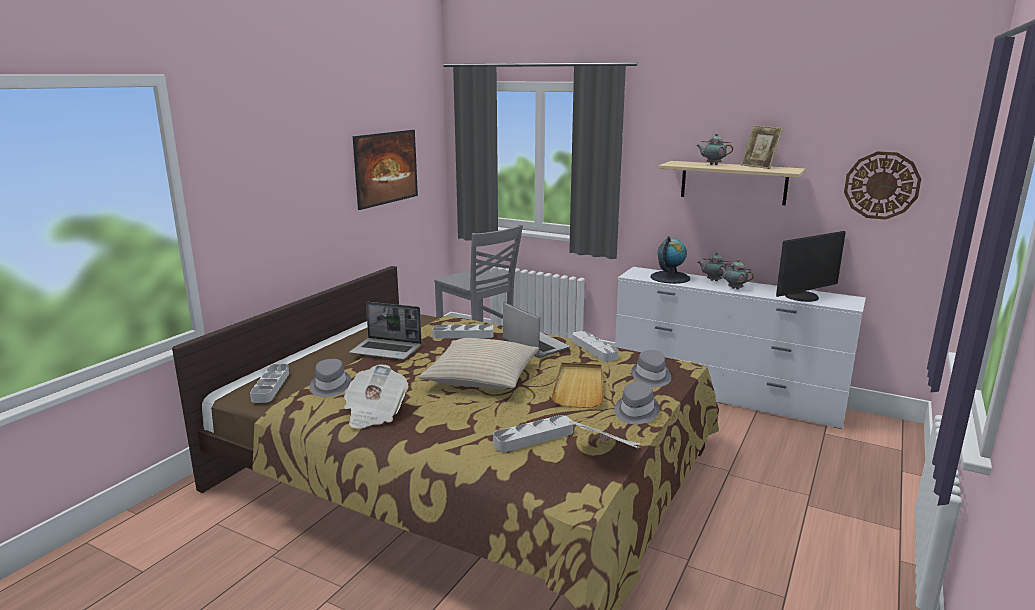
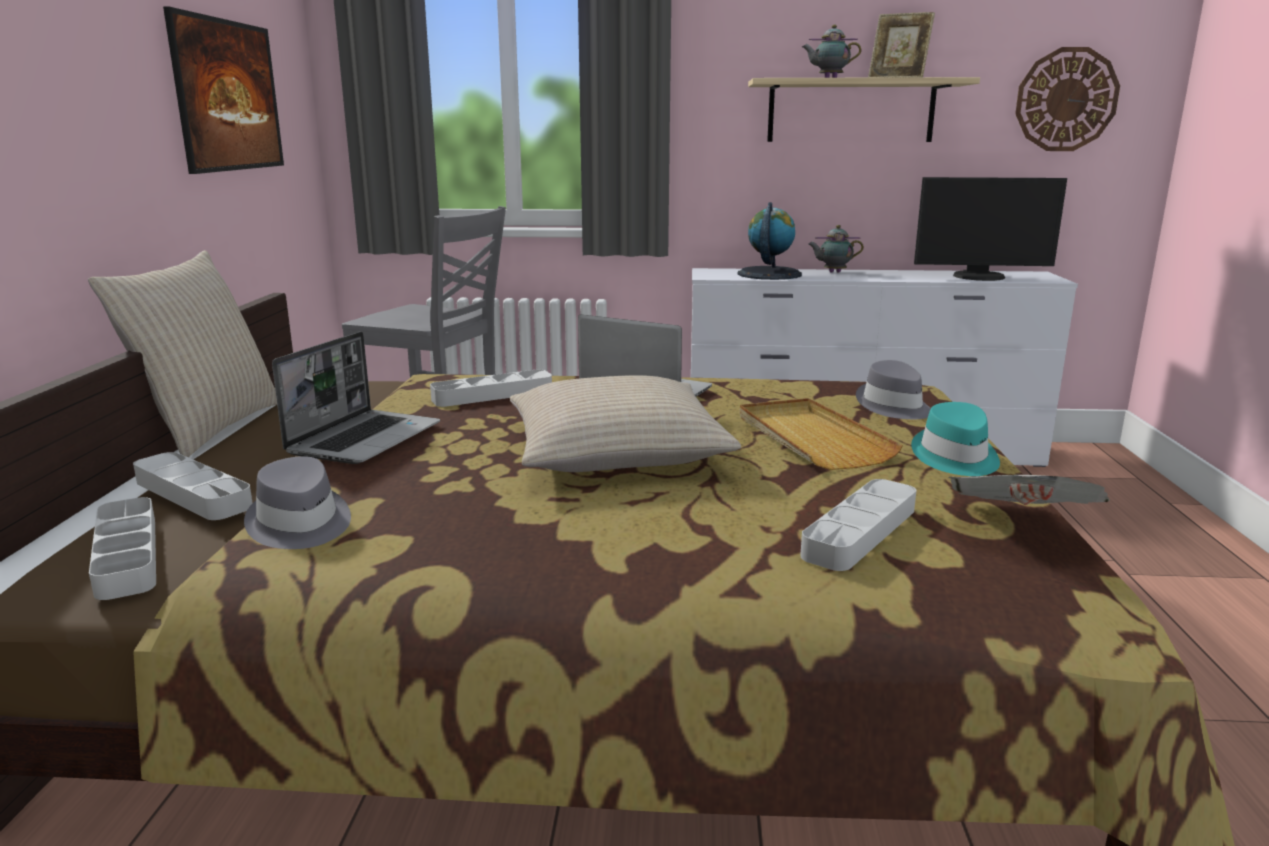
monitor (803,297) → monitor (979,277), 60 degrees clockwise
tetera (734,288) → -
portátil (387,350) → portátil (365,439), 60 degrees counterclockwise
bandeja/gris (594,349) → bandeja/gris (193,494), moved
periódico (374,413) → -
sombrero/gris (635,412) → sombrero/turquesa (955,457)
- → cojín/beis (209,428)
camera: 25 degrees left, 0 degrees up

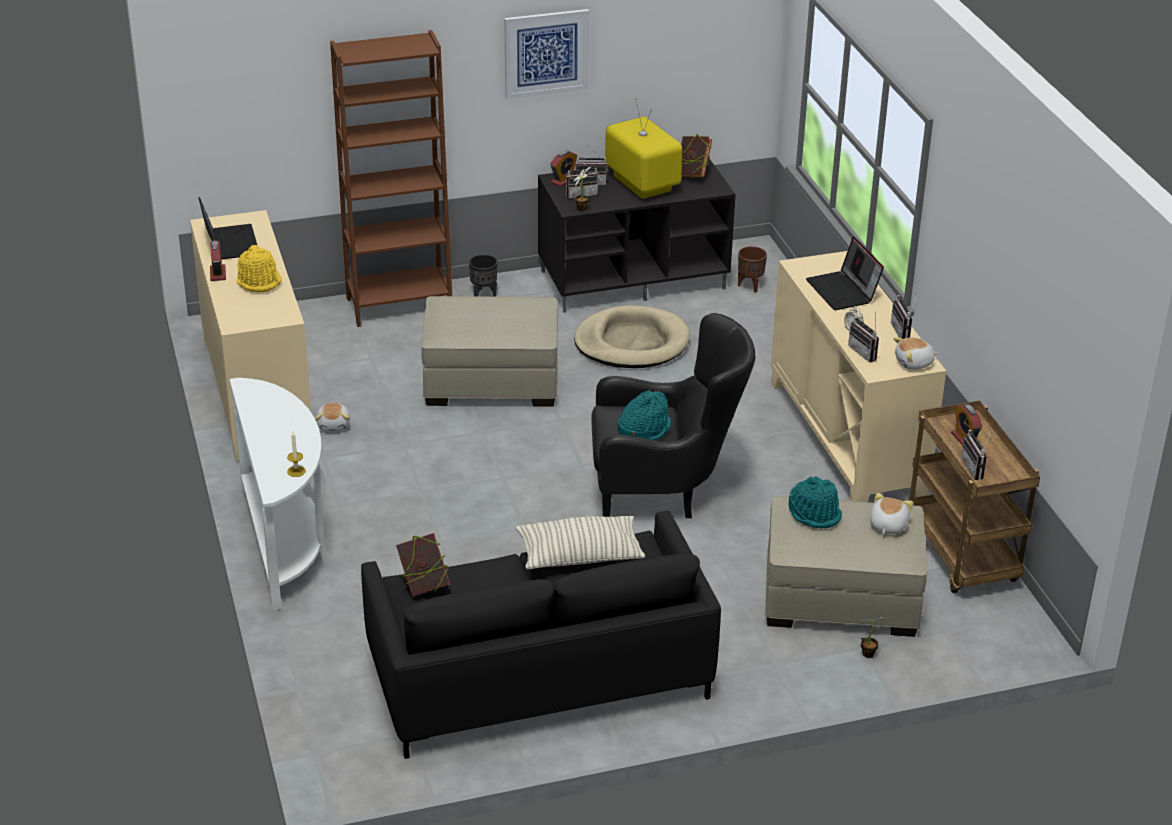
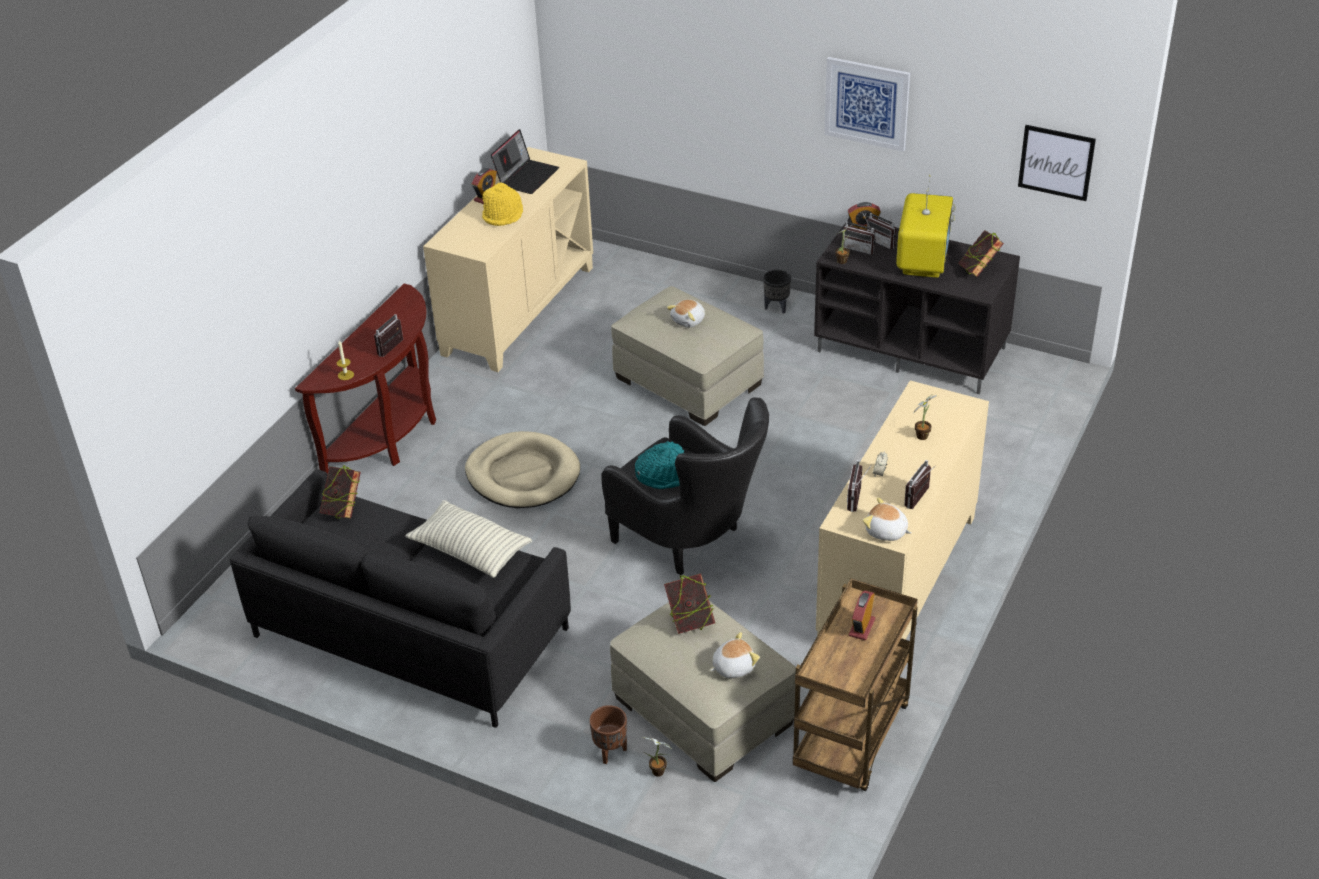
estantería/marrón (399,305) → -
portátil (843,291) → planta en maceta (923,435)
maceta/marrón (750,286) → maceta/marrón (611,751), moved
cama para perro/beis (631,343) → cama para perro/beis (523,475), moved
mesa consola/blanco (286,544) → mesa consola/marrón (390,435)
peluche (334,425) → peluche (689,321), moved
radio (976,469) → radio (393,349), moved
sombrero/turquesa (815,513) → libro (690,621)
- → cuadro (1056,162)
camera: 45 degrees right, 5 degrees up

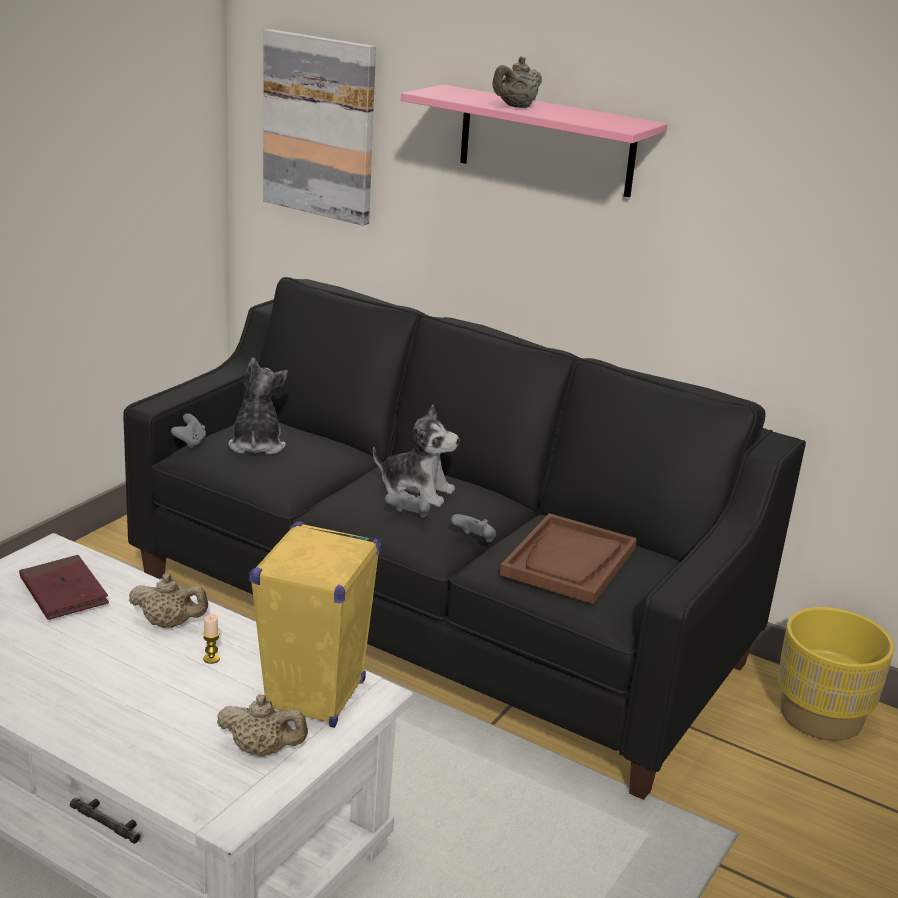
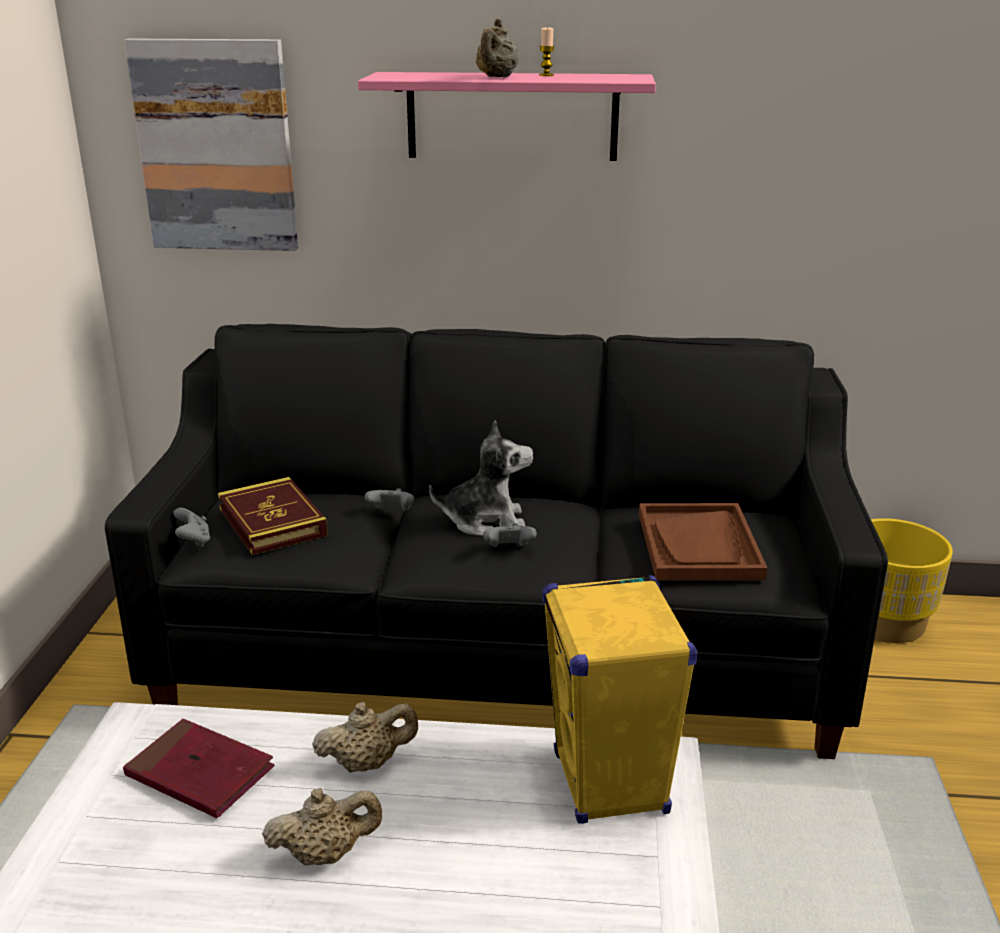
peluche (256,445) → libro (272,522)
mando de consola/gris (474,540) → mando de consola/gris (391,513), moved
vela (211,658) → vela (546,75), moved
tetera/beis (262,750) → tetera/beis (325,854), moved
camera: 25 degrees left, 0 degrees up

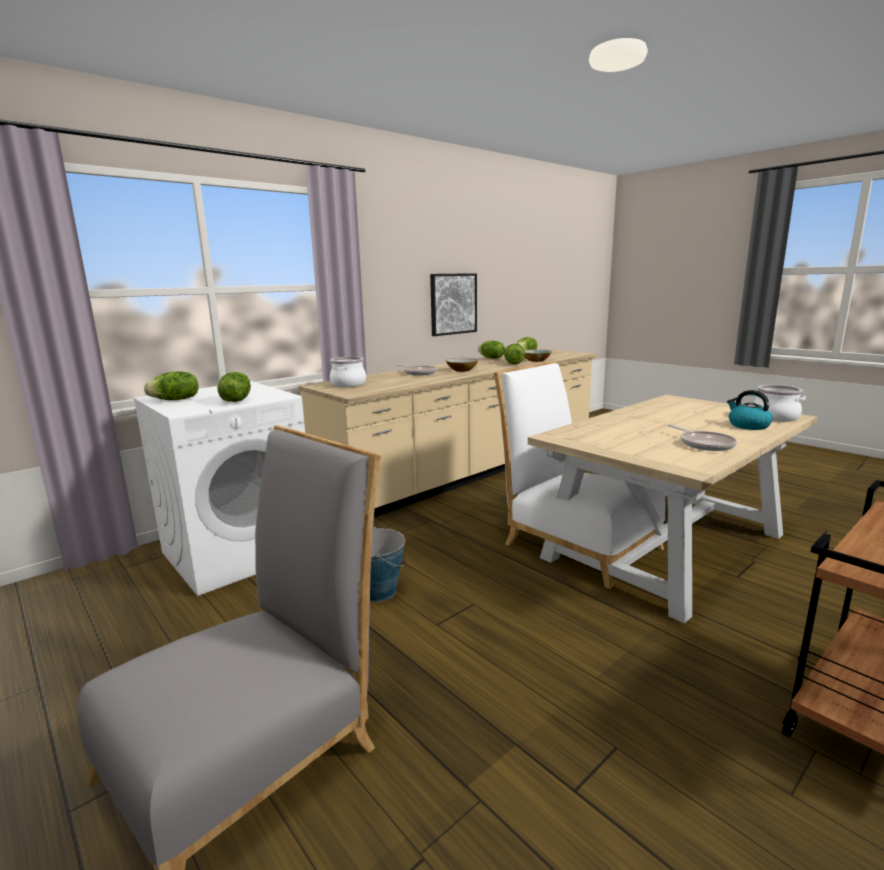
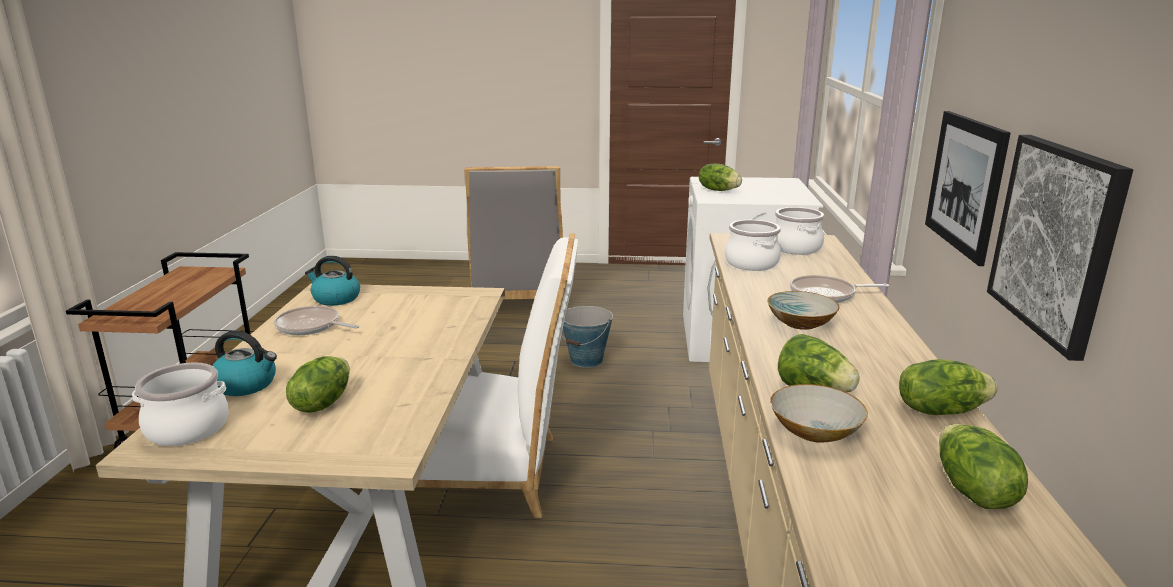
lechuga (176,400) → lechuga (322,403), moved
- → cuadro (965,183)
- → olla (751,263)
- → hervidor (335,299)
camera: 135 degrees right, 5 degrees up

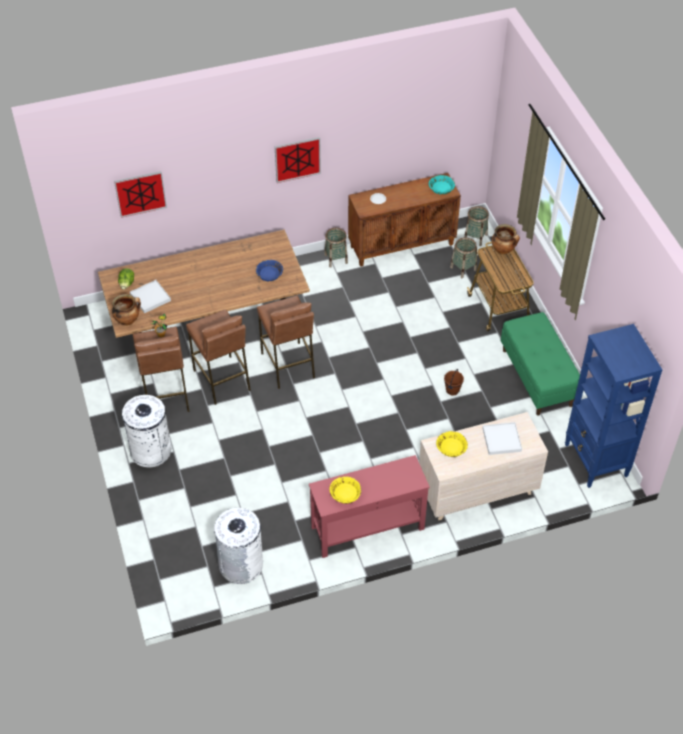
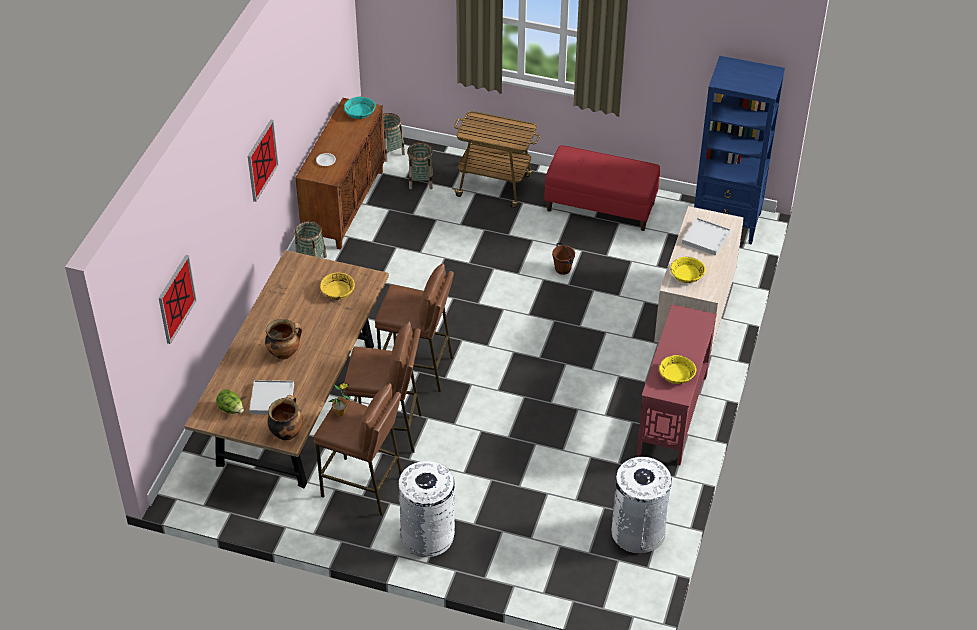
olla (503,250) → olla (284,353), moved
cuenco/azul (269,274) → cuenco/amarillo (337,291)
banco/verde (537,377) → banco/rojo (601,206)
camera: 55 degrees left, 5 degrees down

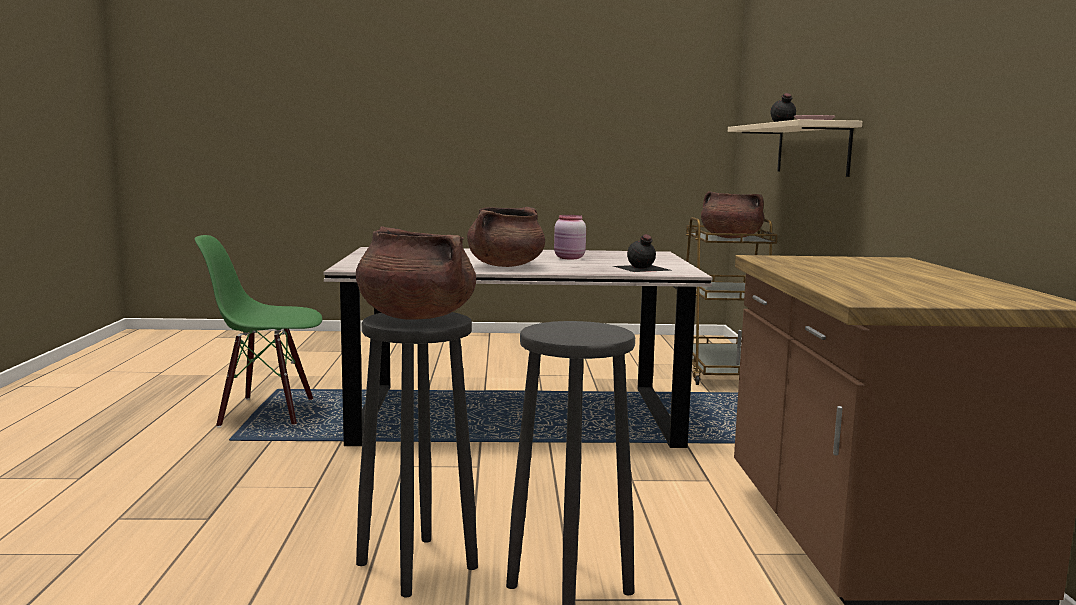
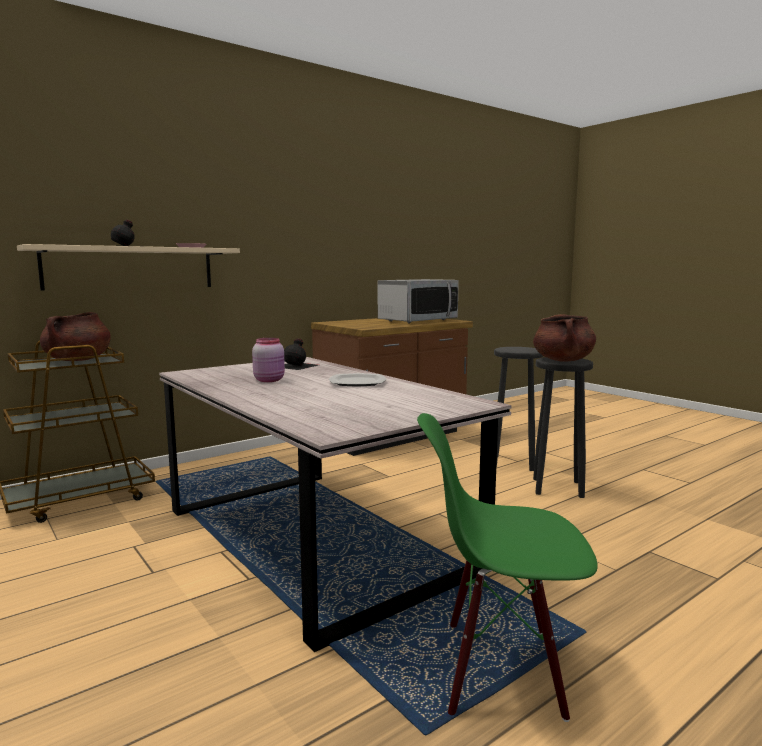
olla/marrón (506,266) → plato (357,382)
silla/verde (267,412) → silla/verde (500,670), 135 degrees clockwise
- → microondas (417,320)
camera: 125 degrees left, 0 degrees up

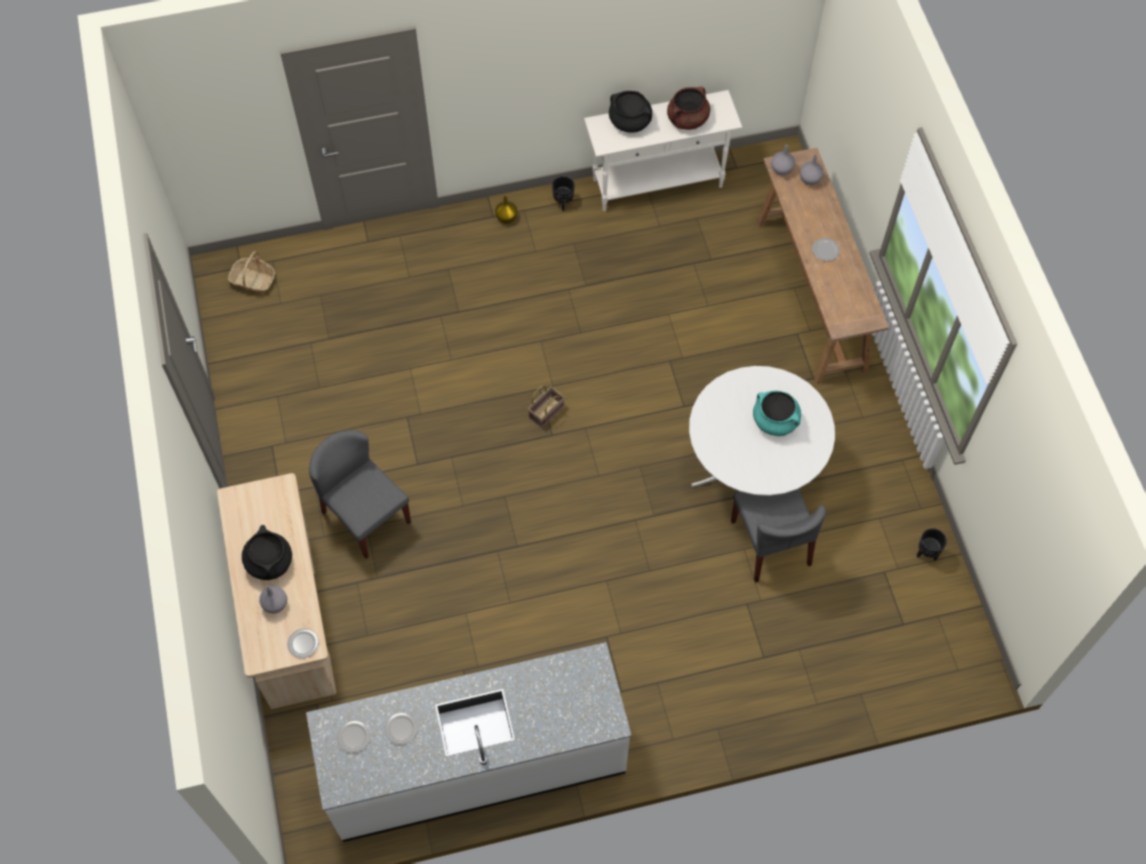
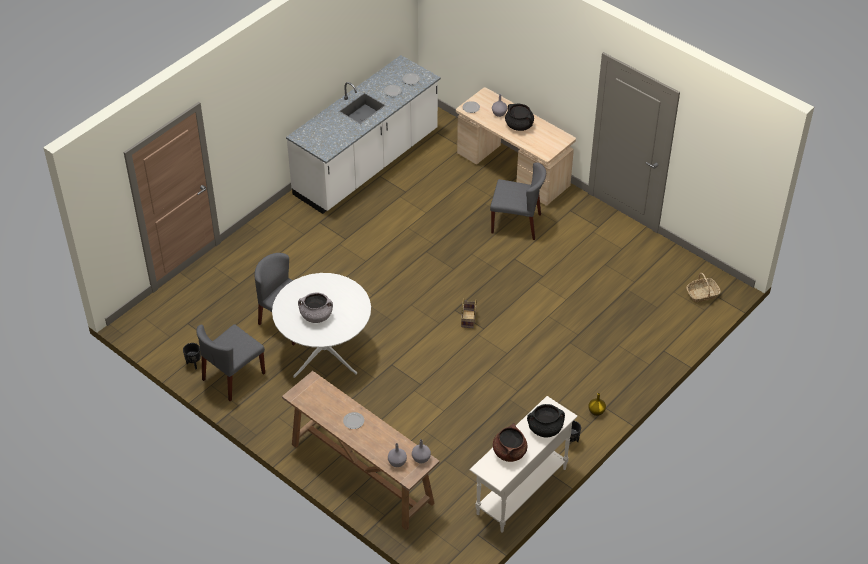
olla/turquesa (775,421) → olla/gris (316,316)
- → silla/gris (233,377)
camera: 145 degrees right, 15 degrees down

